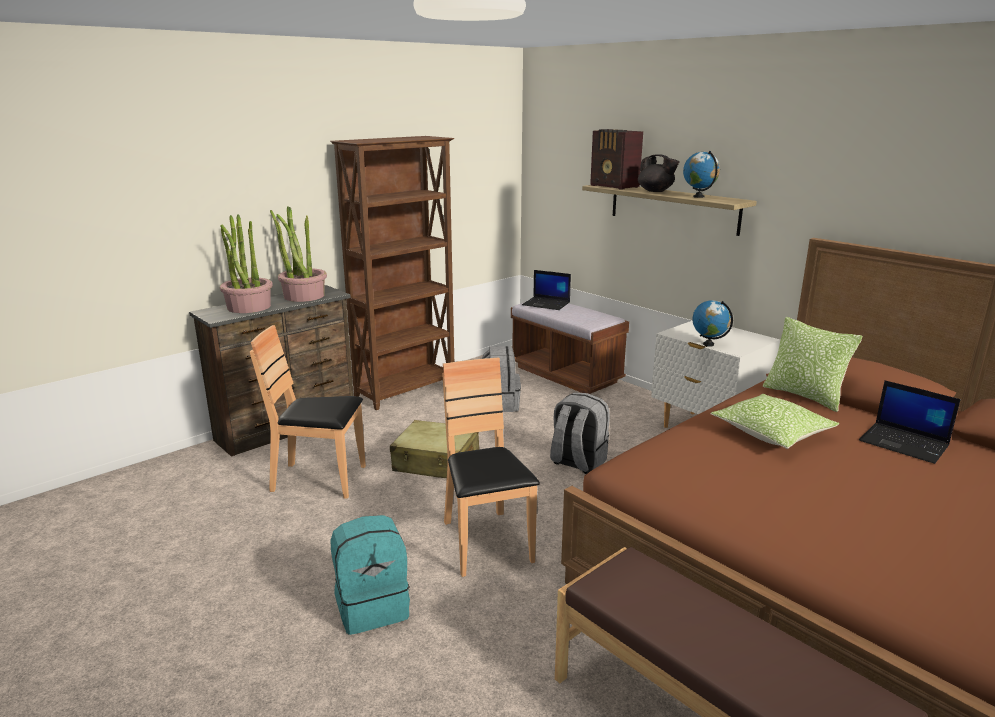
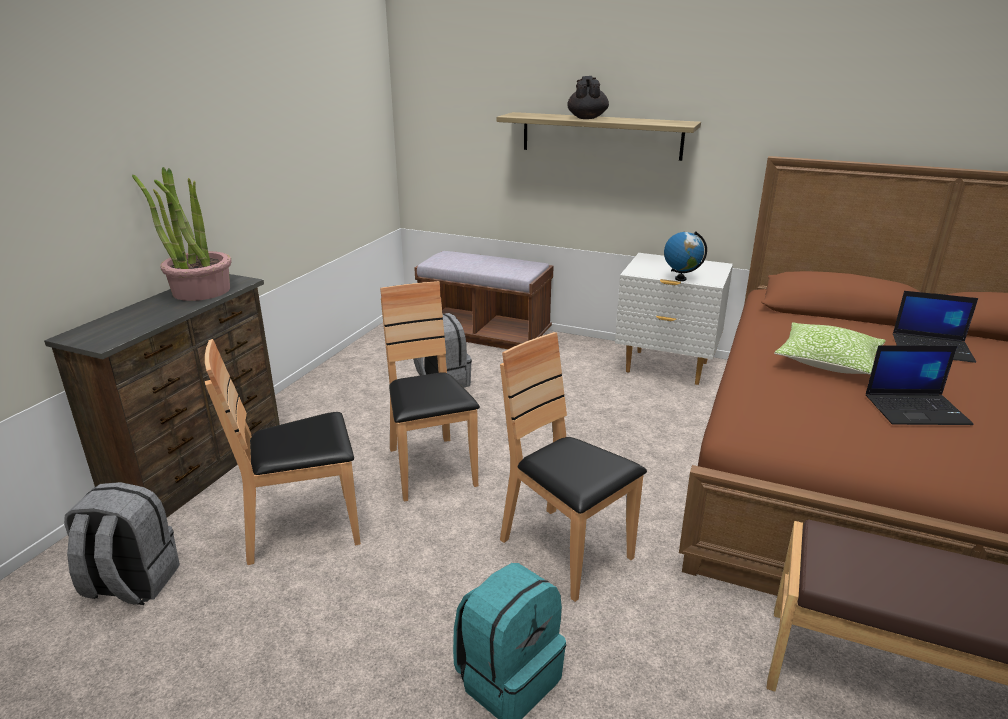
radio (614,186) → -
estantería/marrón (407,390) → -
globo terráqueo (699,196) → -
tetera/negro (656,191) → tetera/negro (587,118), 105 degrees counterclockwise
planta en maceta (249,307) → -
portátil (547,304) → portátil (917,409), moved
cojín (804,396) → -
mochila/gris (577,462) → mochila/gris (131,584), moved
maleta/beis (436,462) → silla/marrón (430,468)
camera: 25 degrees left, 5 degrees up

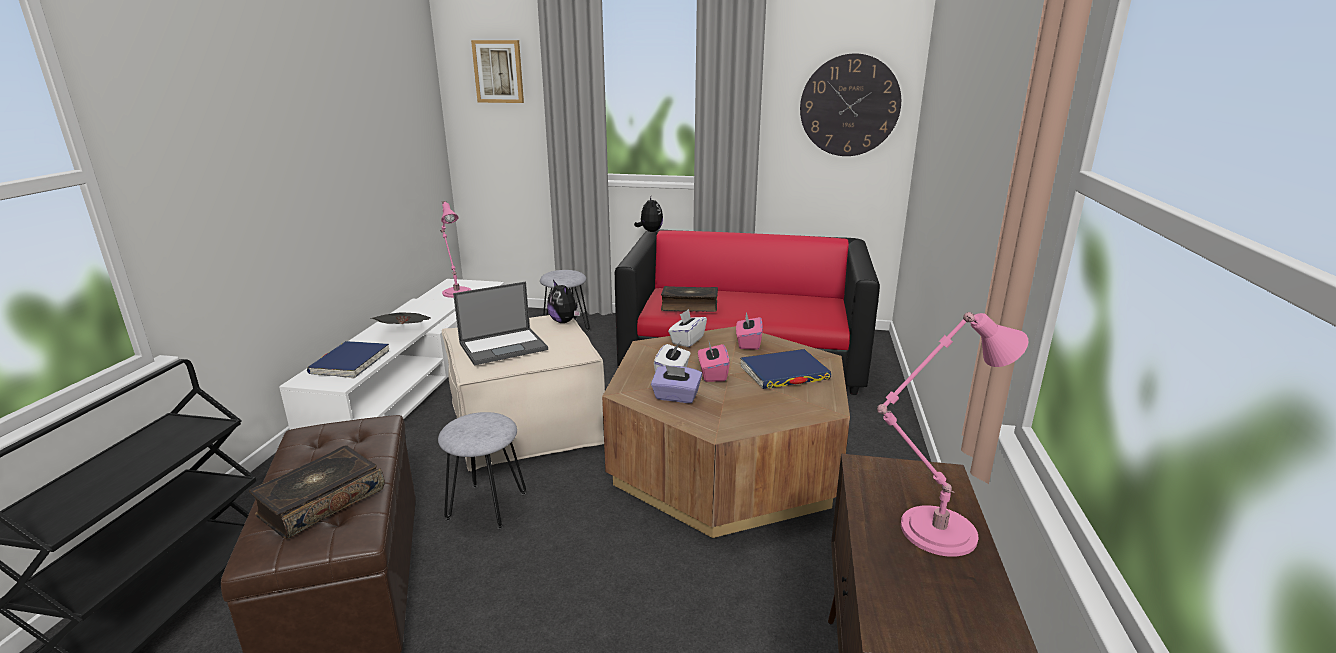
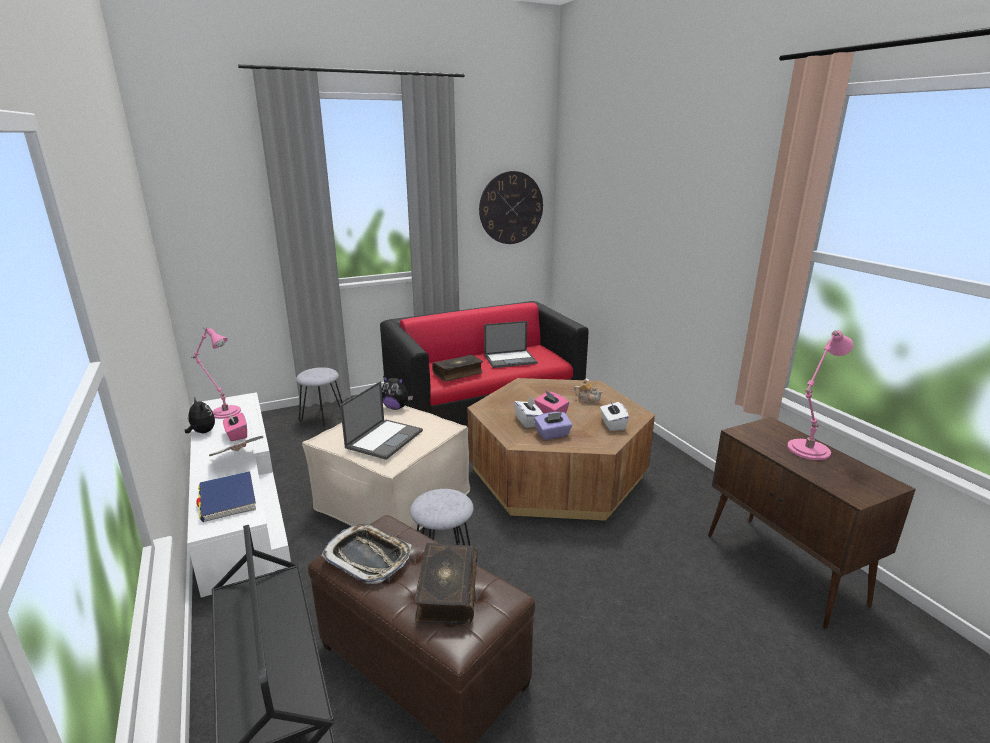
cuadro (498,71) → -
peluche (650,231) → peluche (202,432), moved
caja de pañuelos/blanco (687,340) → caja de pañuelos/blanco (612,424), moved
caja de pañuelos/rosa (748,343) → caja de pañuelos/rosa (236,435), moved
libro/azul (784,373) → tetera (588,400)
- → portátil (510,359)
- → bandeja (368,557)
camera: 35 degrees left, 0 degrees up

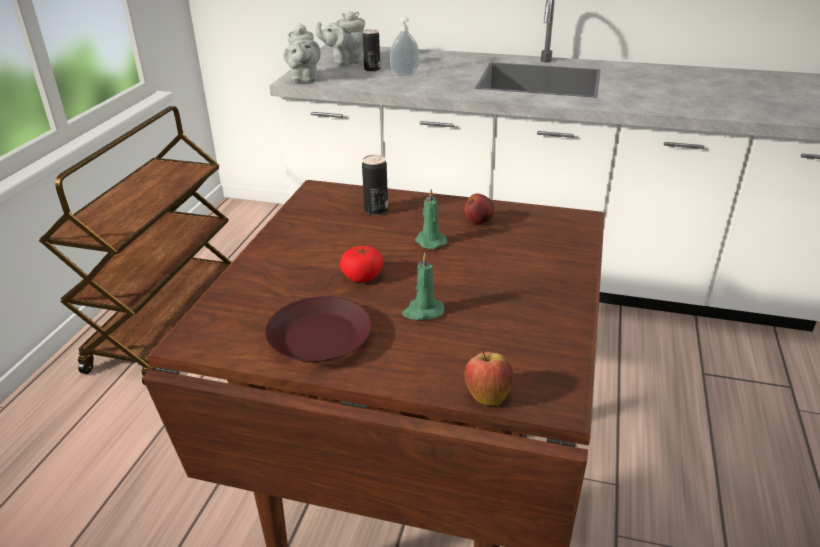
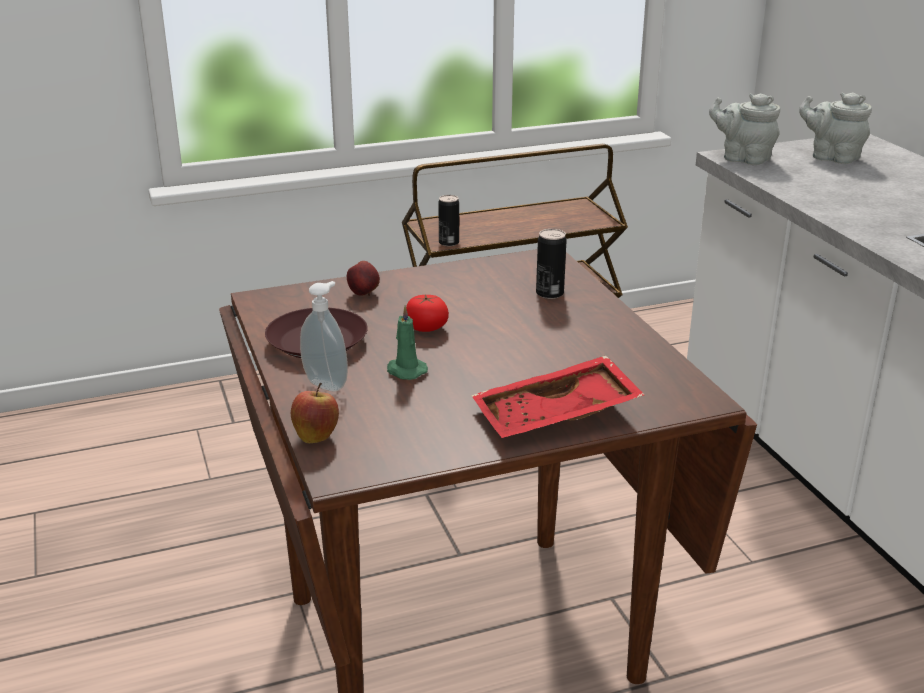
dispensador de jabón (404,74) → dispensador de jabón (327,383), moved
tetera/gris (304,79) → tetera/gris (742,158), 75 degrees clockwise
lata (372,69) → lata (449,243), moved
vela/verde (429,241) → -
manzana (478,222) → manzana (364,294), moved
- → bandeja/rojo (556,416)
camera: 55 degrees right, 5 degrees down

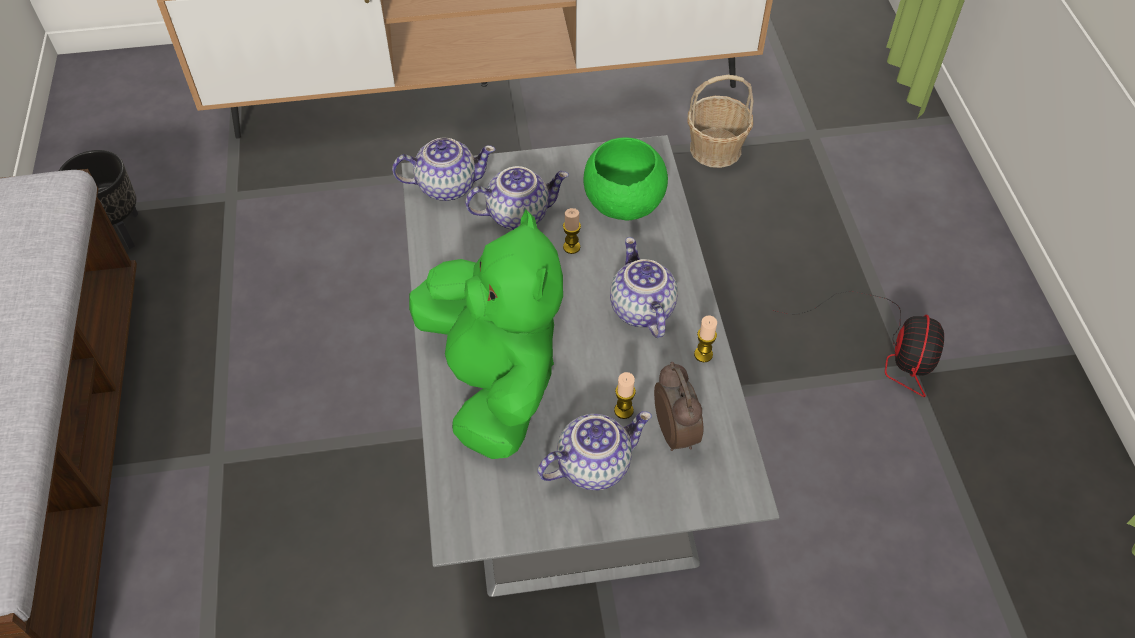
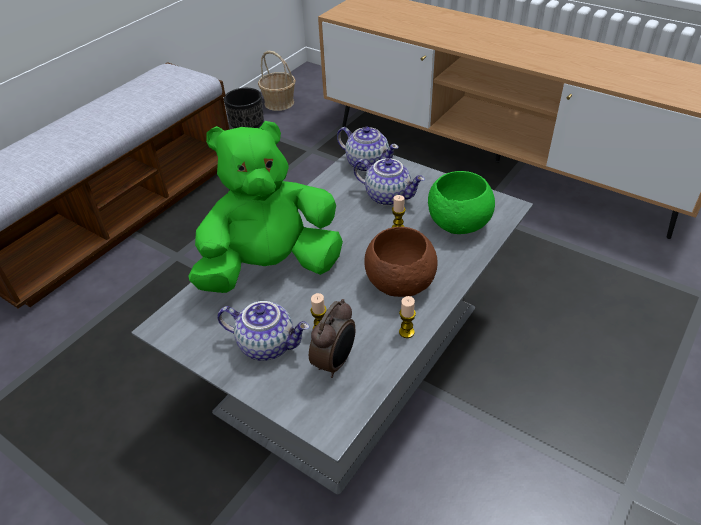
cesta (716,149) → cesta (279,103), moved
peluche/verde (494,382) → peluche/verde (271,268), 135 degrees counterclockwise
tetera (640,309) → cuenco/marrón (398,283)
ventilador (886,347) → -
camera: 45 degrees right, 10 degrees down

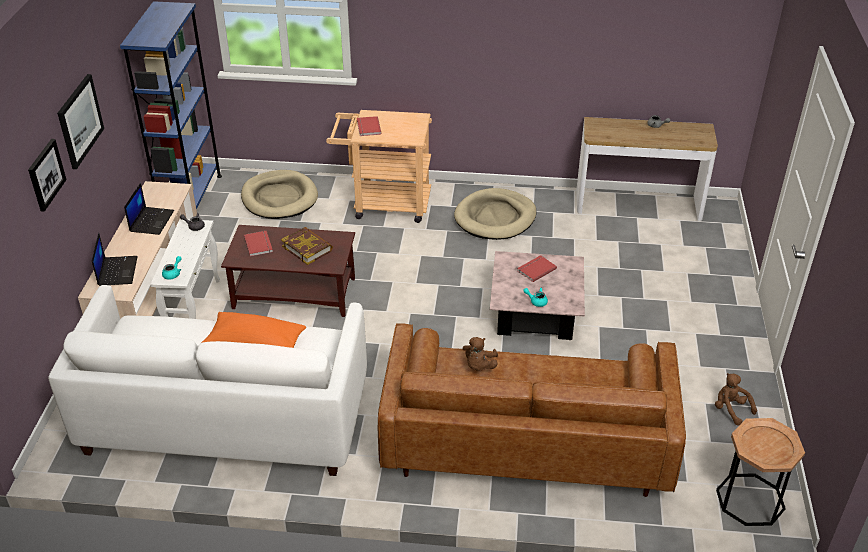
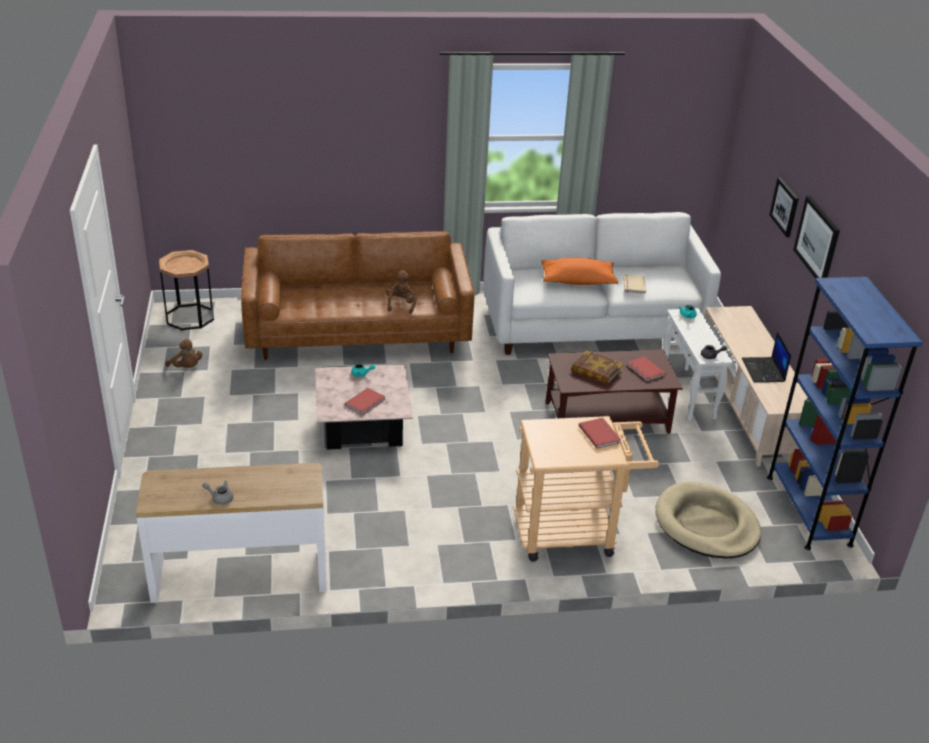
cama para perro/beis (495,218) → -
portátil (117,271) → -
- → libro/beis (633,285)
camera: 165 degrees right, 5 degrees down

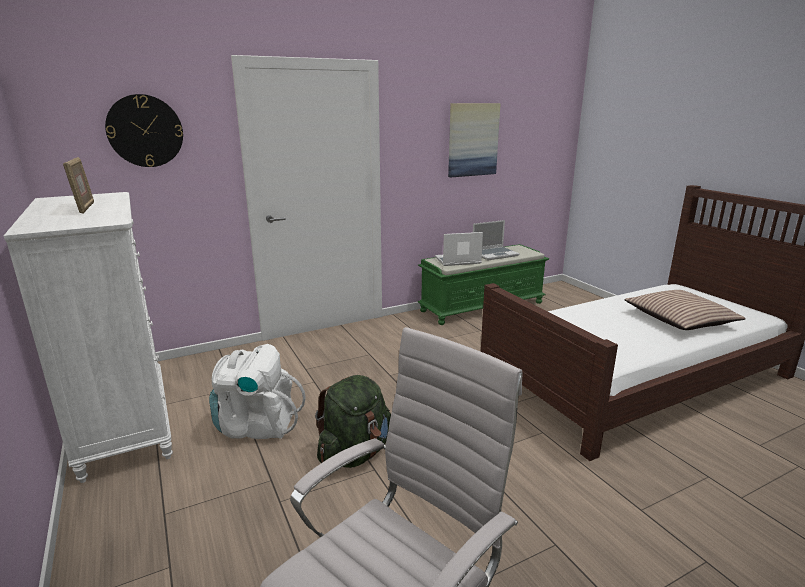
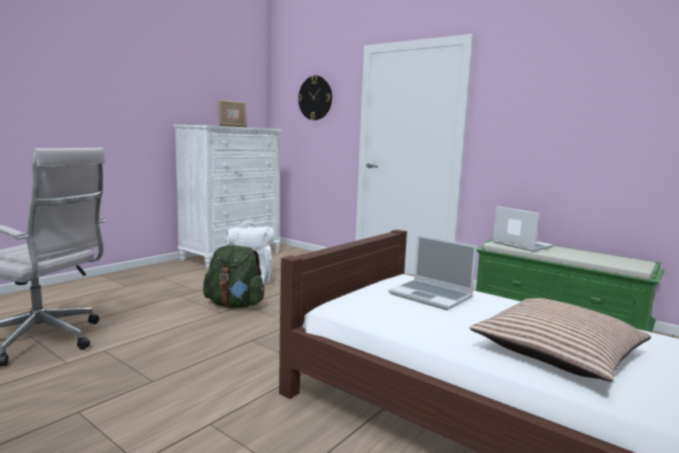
cuadro (472,140) → -
portátil (495,254) → portátil (432,296), moved
camera: 65 degrees right, 10 degrees down

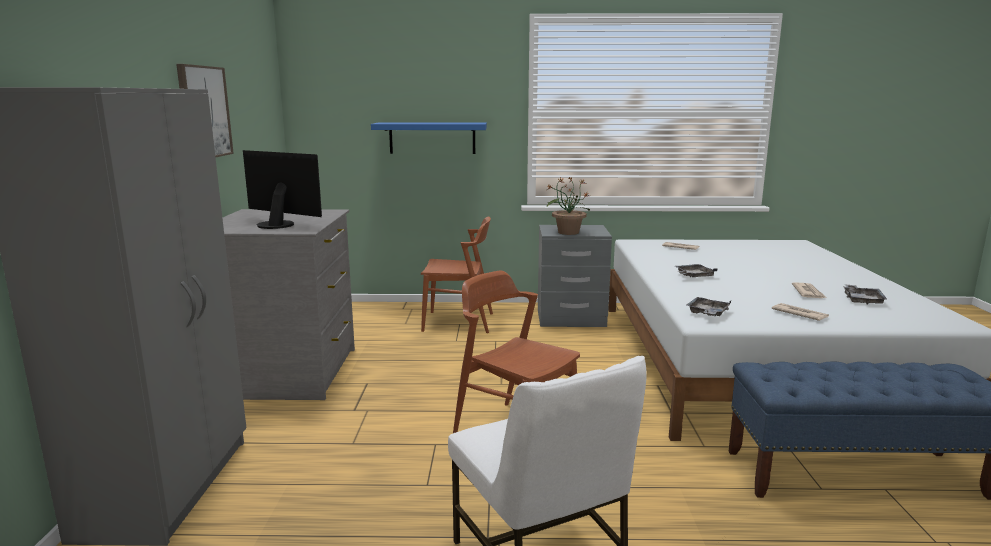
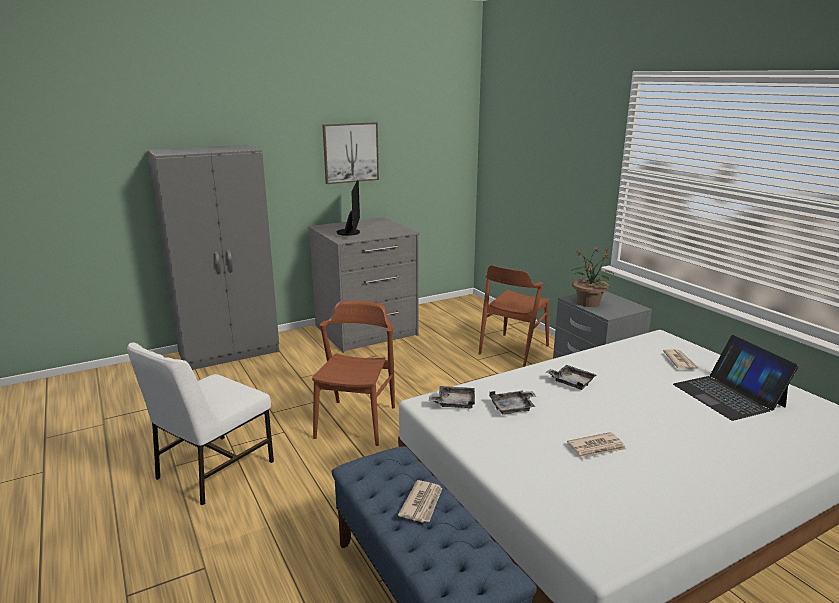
estante/azul (432,138) → -
silla/marrón (458,322) → silla/marrón (513,350), 60 degrees clockwise
bandeja/gris (862,300) → bandeja/gris (513,408), moved
periódico (799,314) → periódico (422,503), moved
- → portátil (728,395)
camera: 60 degrees right, 5 degrees up

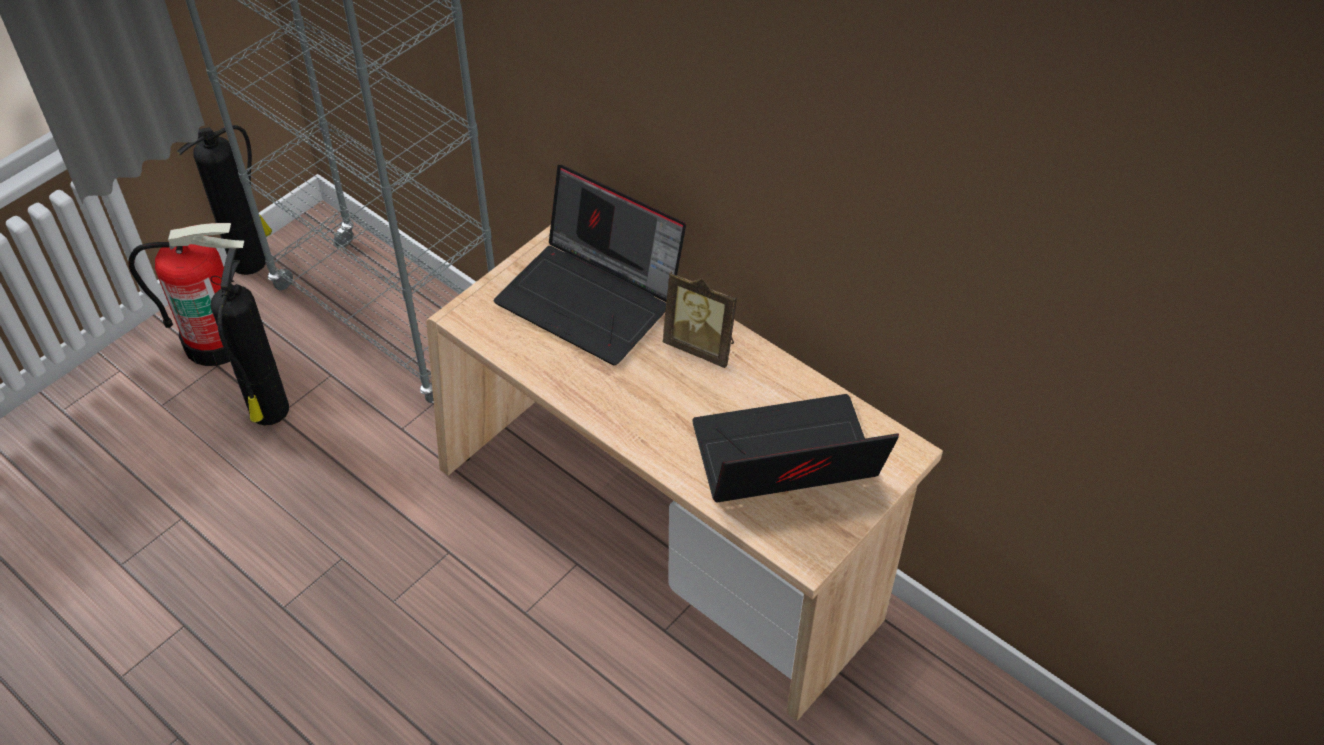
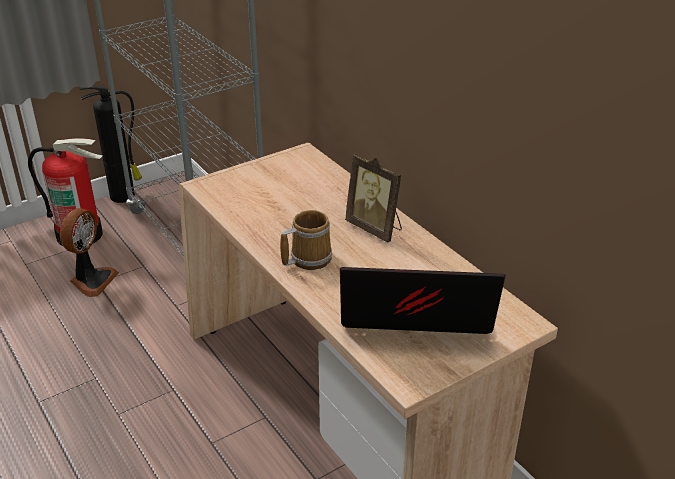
portátil (593,298) → -
extintor (269,413) → ventilador (91,280)
- → taza grande (308,258)
camera: 15 degrees right, 15 degrees down

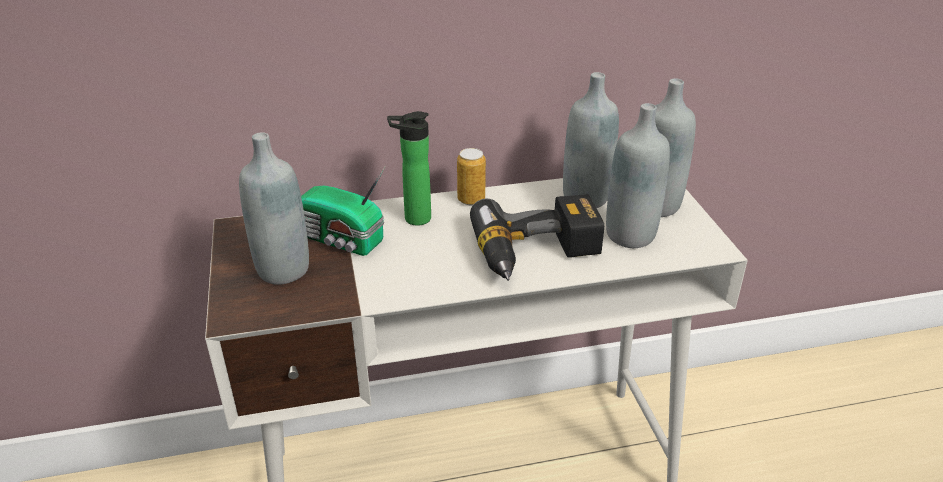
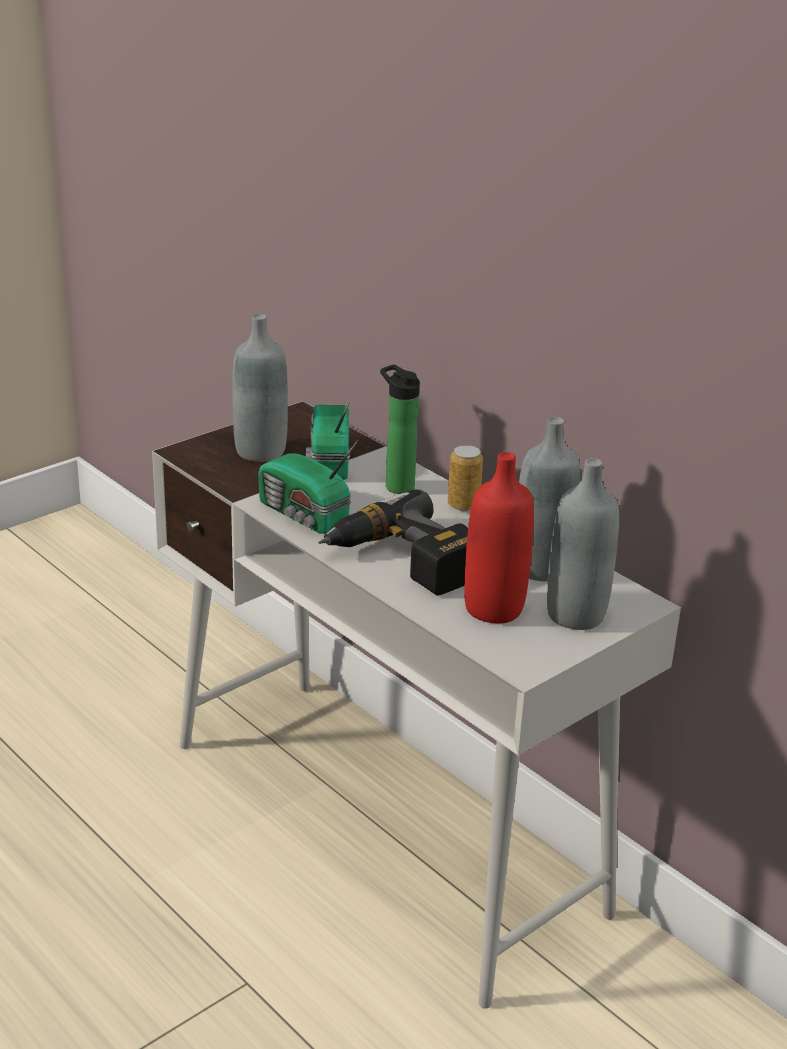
botella/gris (630,235) → botella/rojo (494,608)
- → radio (304,515)
camera: 60 degrees right, 5 degrees down

